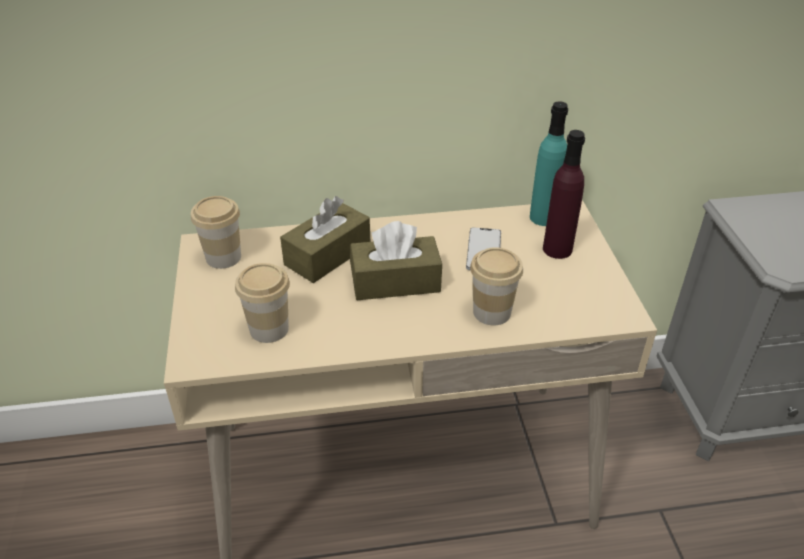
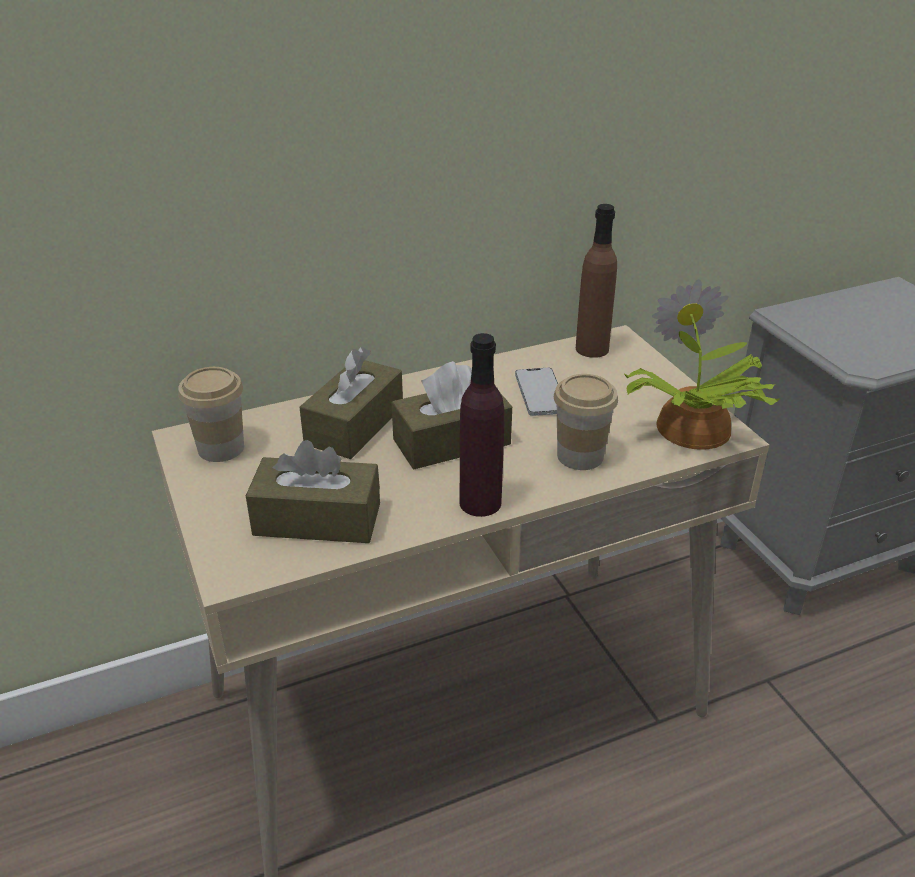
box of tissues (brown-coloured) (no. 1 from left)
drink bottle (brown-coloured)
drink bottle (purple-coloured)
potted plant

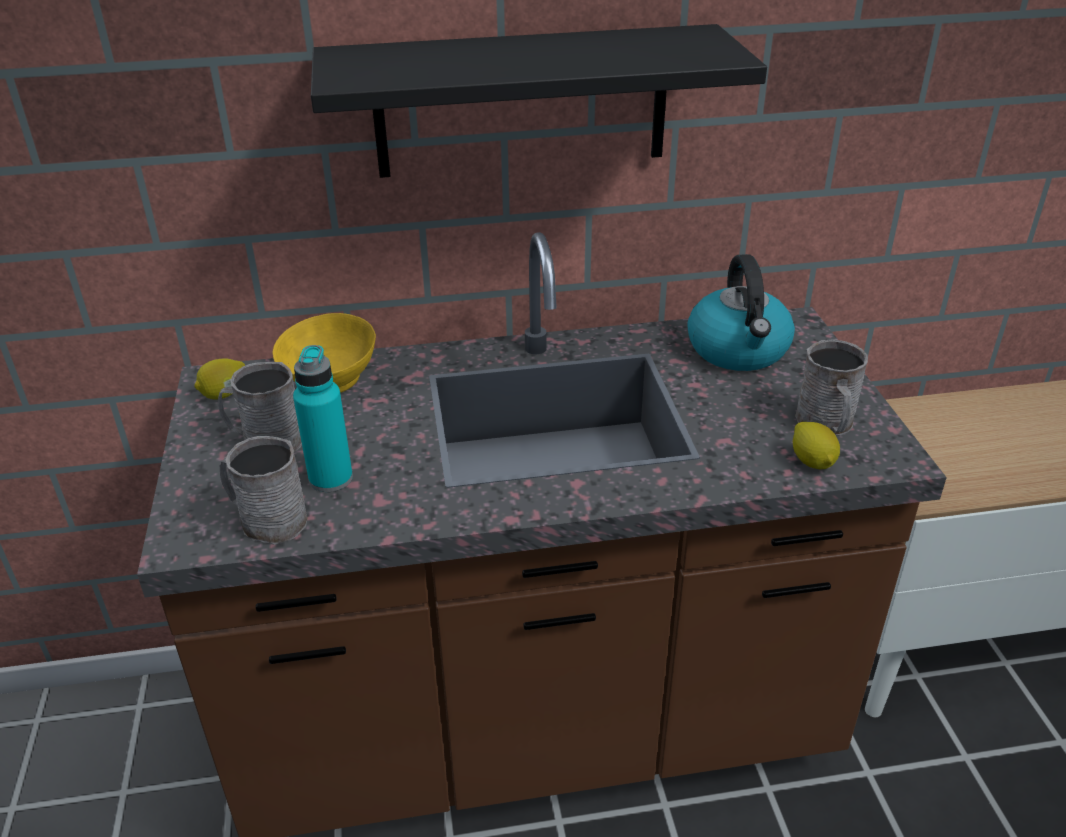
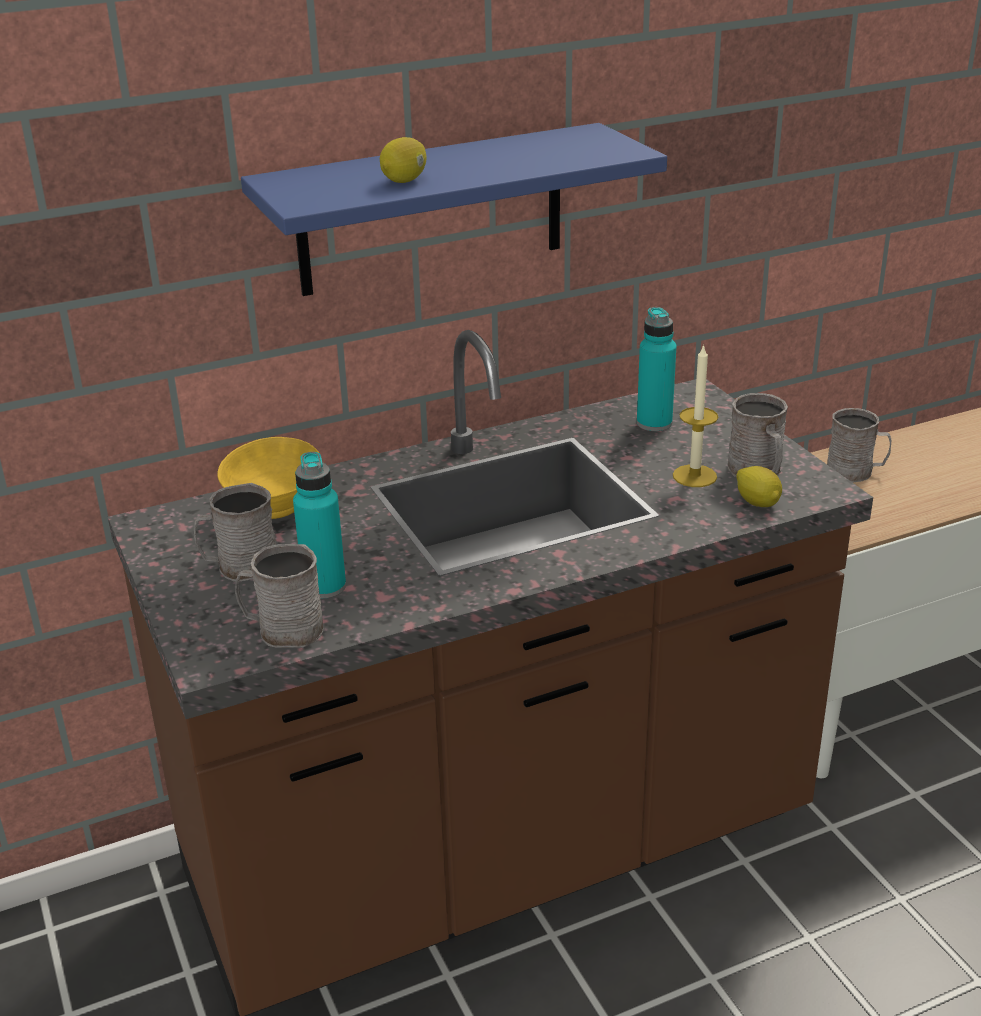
lemon (no. 1 from left)
wall shelf (blue-coloured)
drink bottle (turquoise) (no. 2 from left)
wax light
mug (gray) (no. 4 from left)

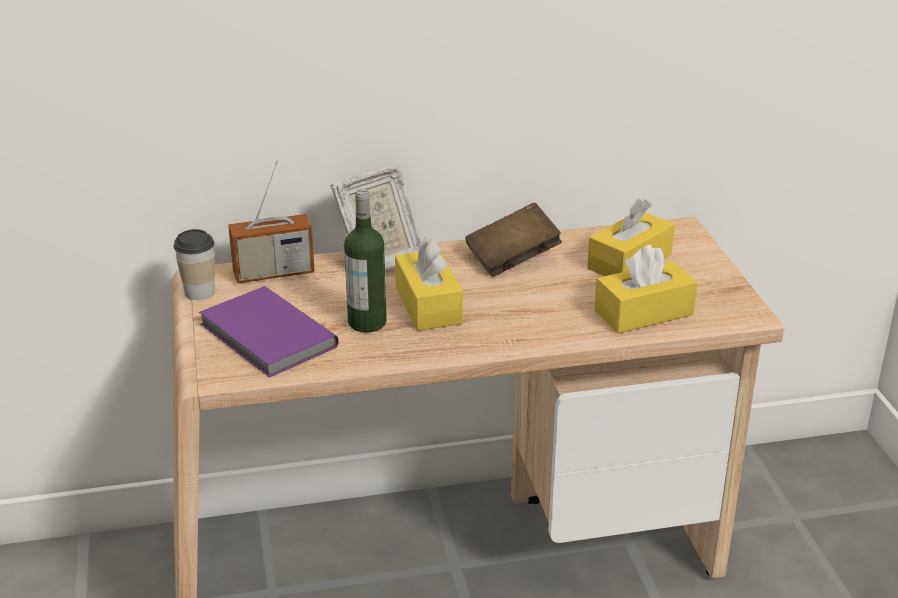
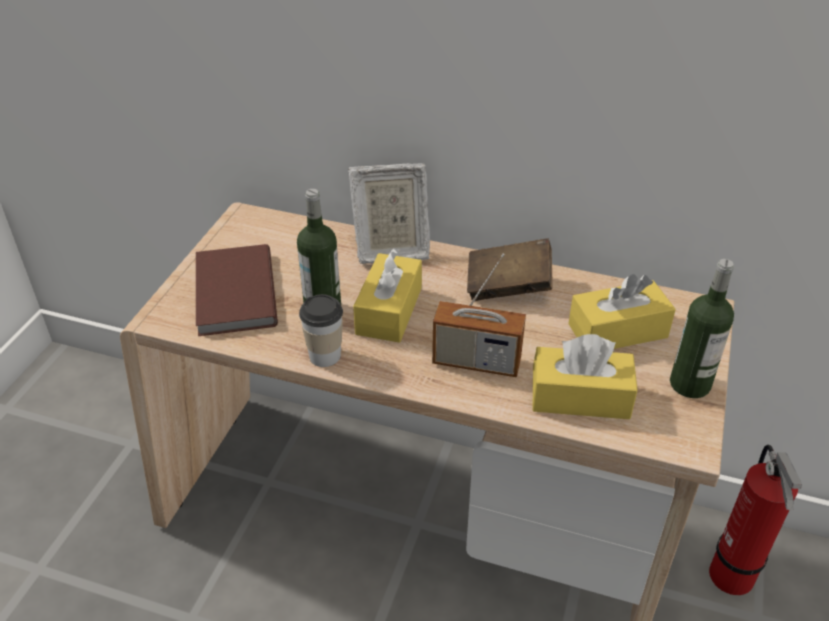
drinking cup
book (brown-coloured) (no. 1 from left)
radio
drink bottle (no. 2 from left)
fire-fighting cylinder

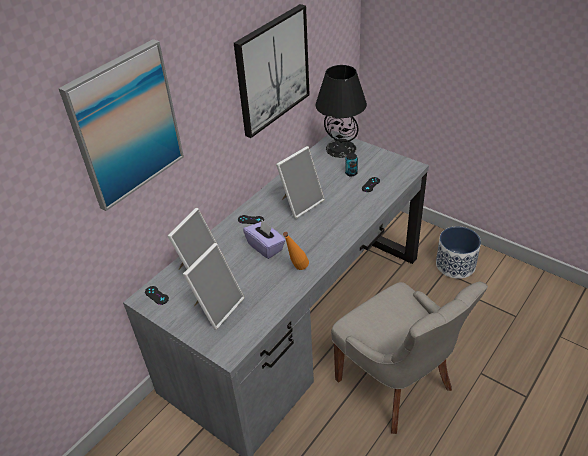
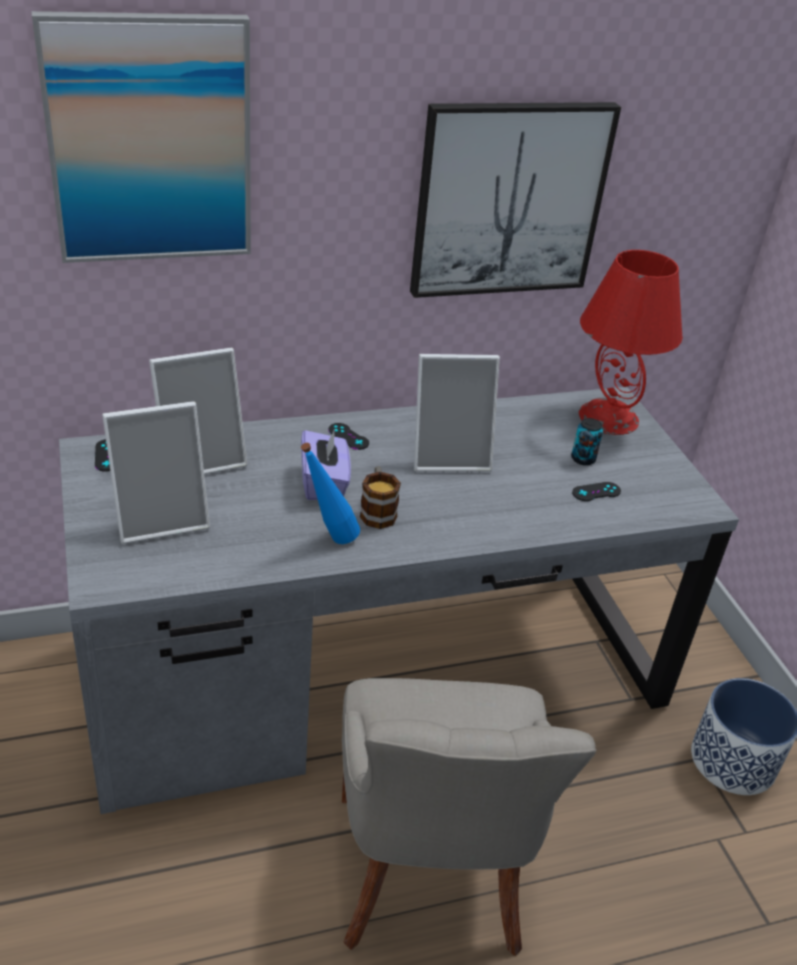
drink bottle (blue-coloured)
table lamp (red)
mug

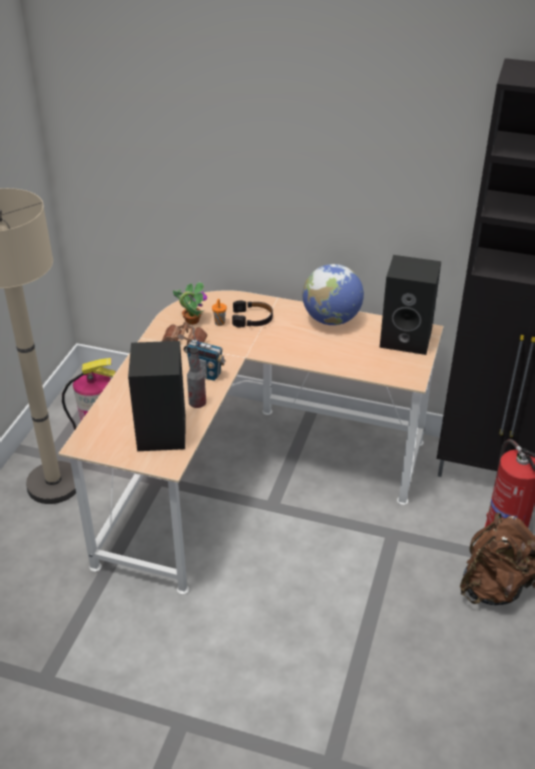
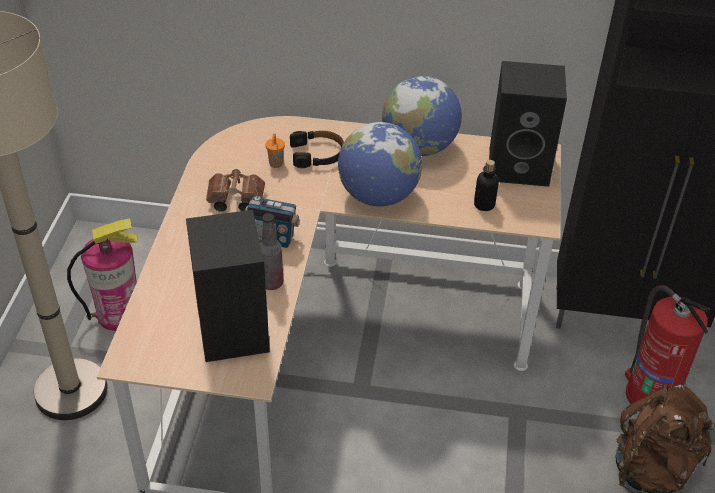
potted plant
desk globe (no. 1 from left)
drink bottle (no. 2 from left)

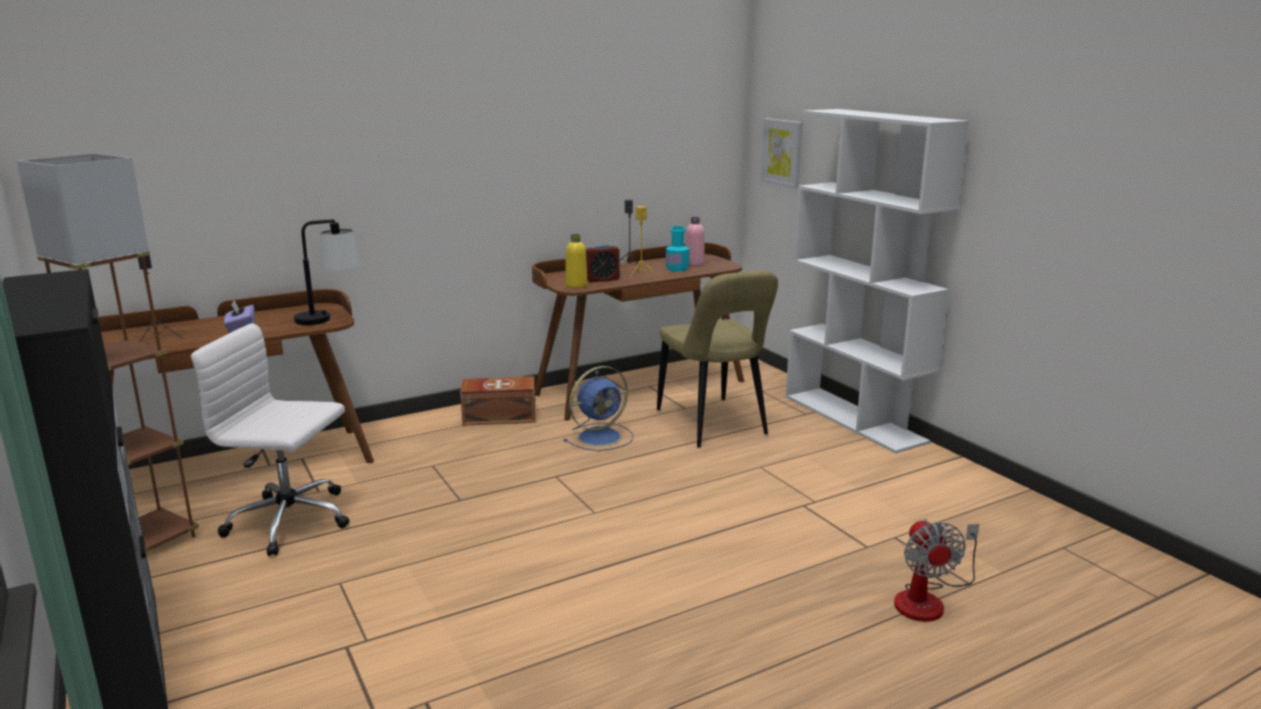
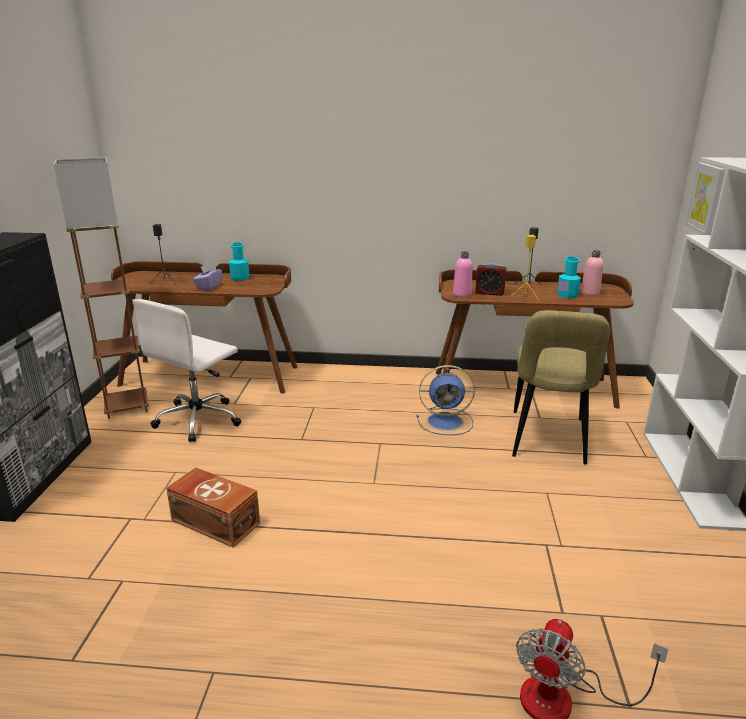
desk chair (white-coloured)
table lamp
storage box (brown-coloured)
drink bottle (pink-coloured) (no. 1 from left)
drink bottle (turquoise) (no. 1 from left)

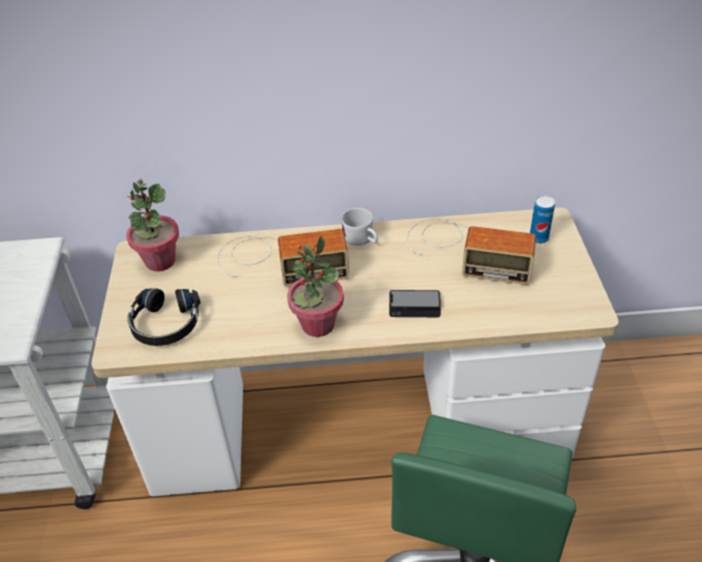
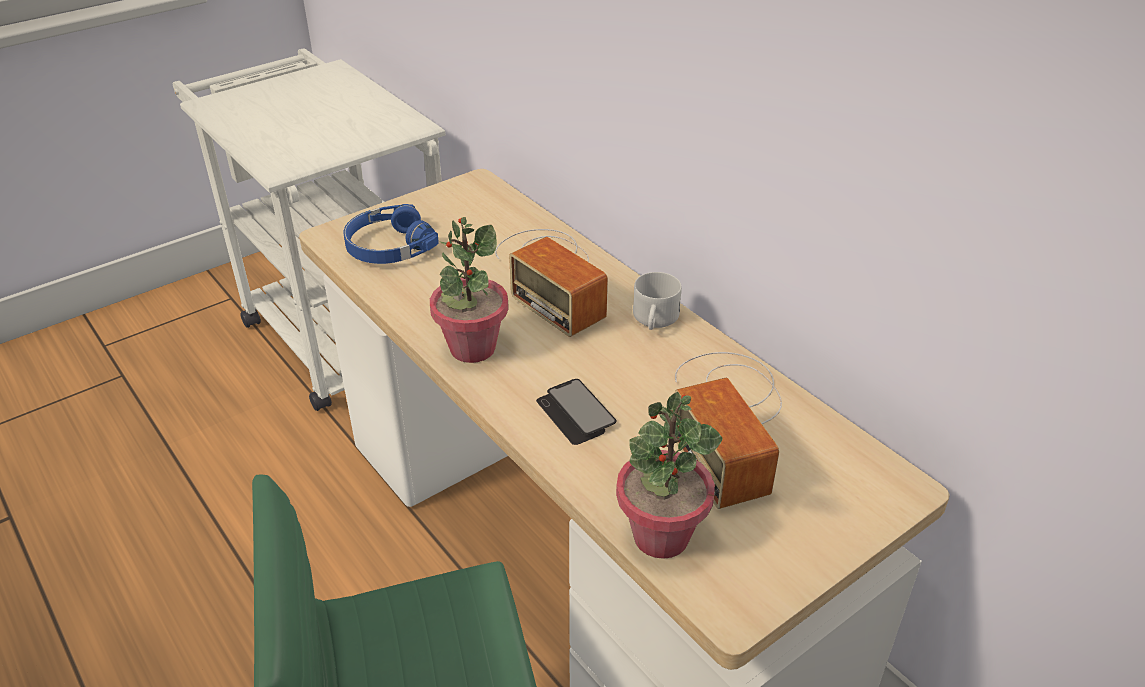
potted plant (no. 2 from left)
headphones (blue-coloured)
sealed can

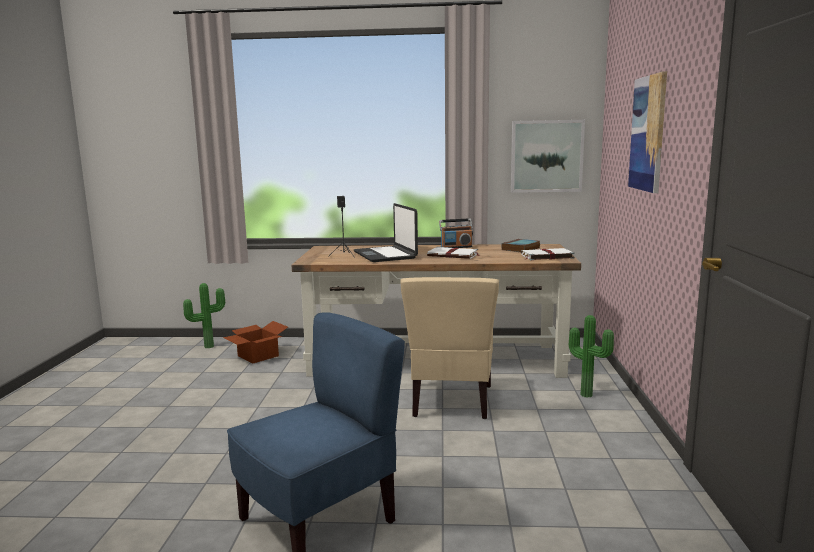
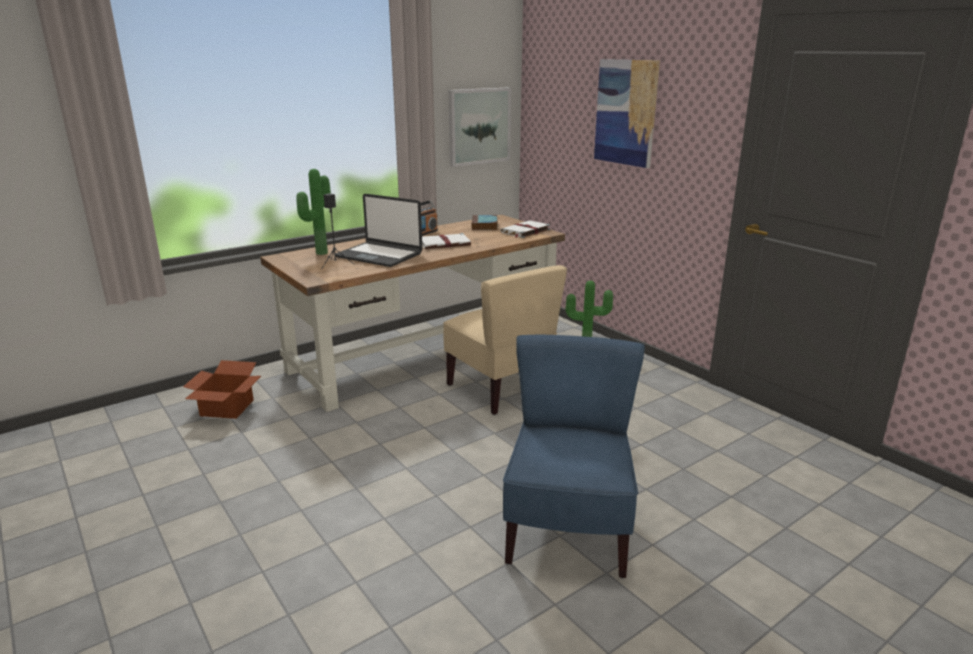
potted plant (no. 1 from left)

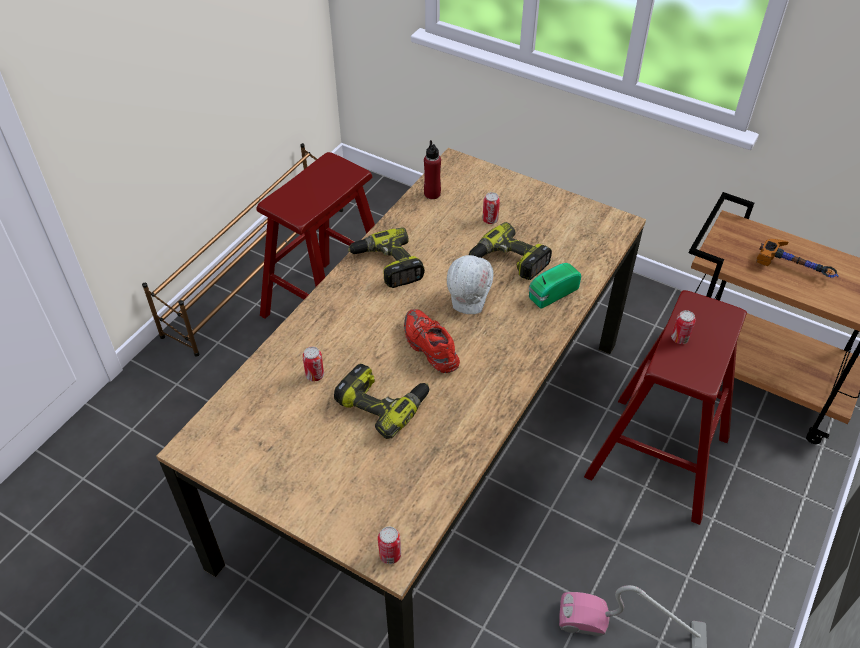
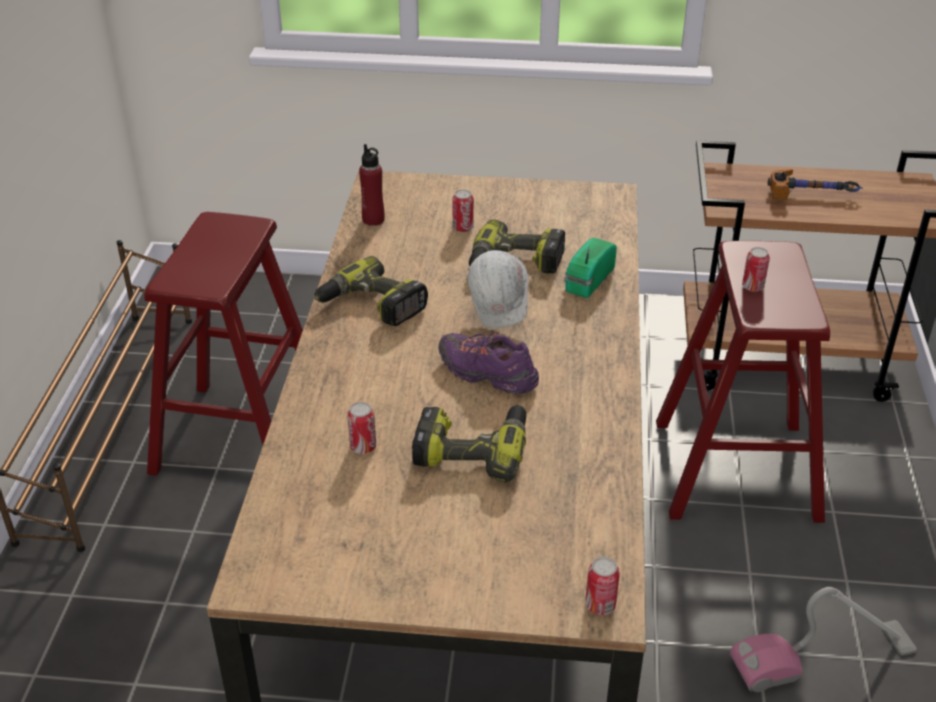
shoe (purple-coloured)

